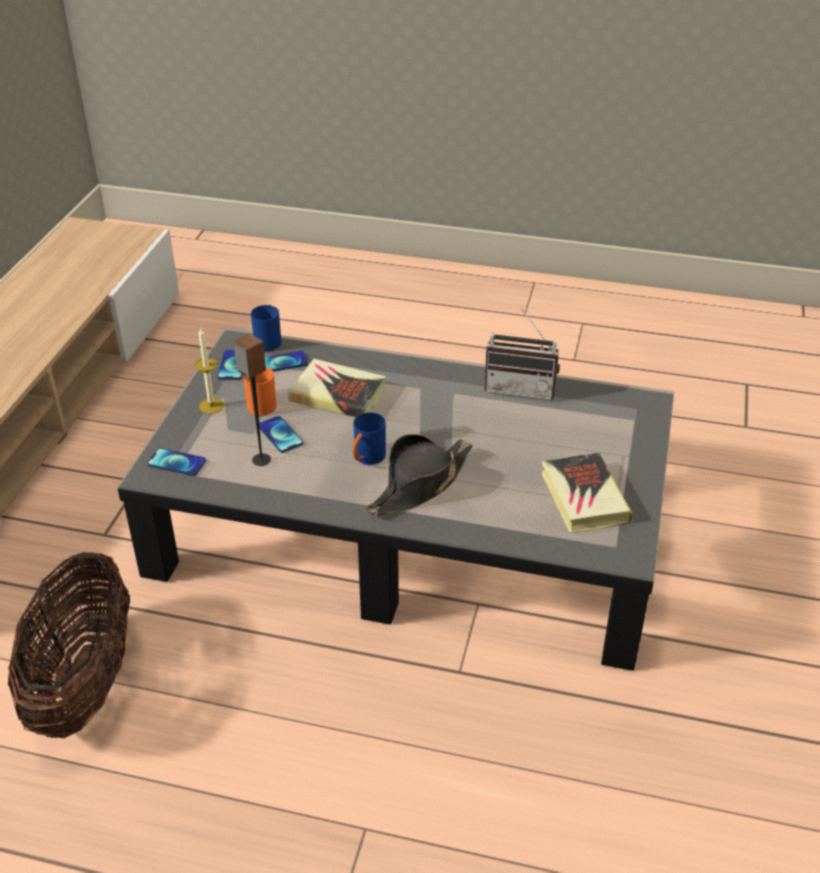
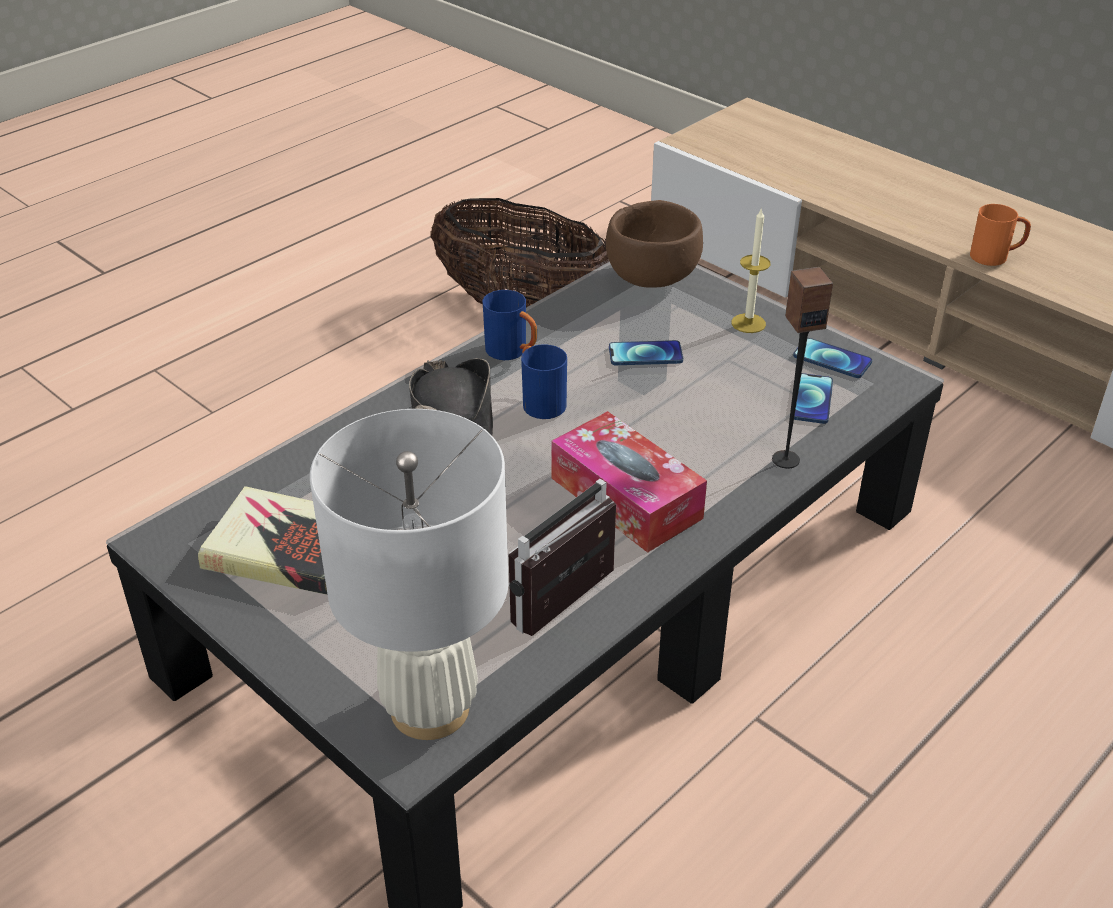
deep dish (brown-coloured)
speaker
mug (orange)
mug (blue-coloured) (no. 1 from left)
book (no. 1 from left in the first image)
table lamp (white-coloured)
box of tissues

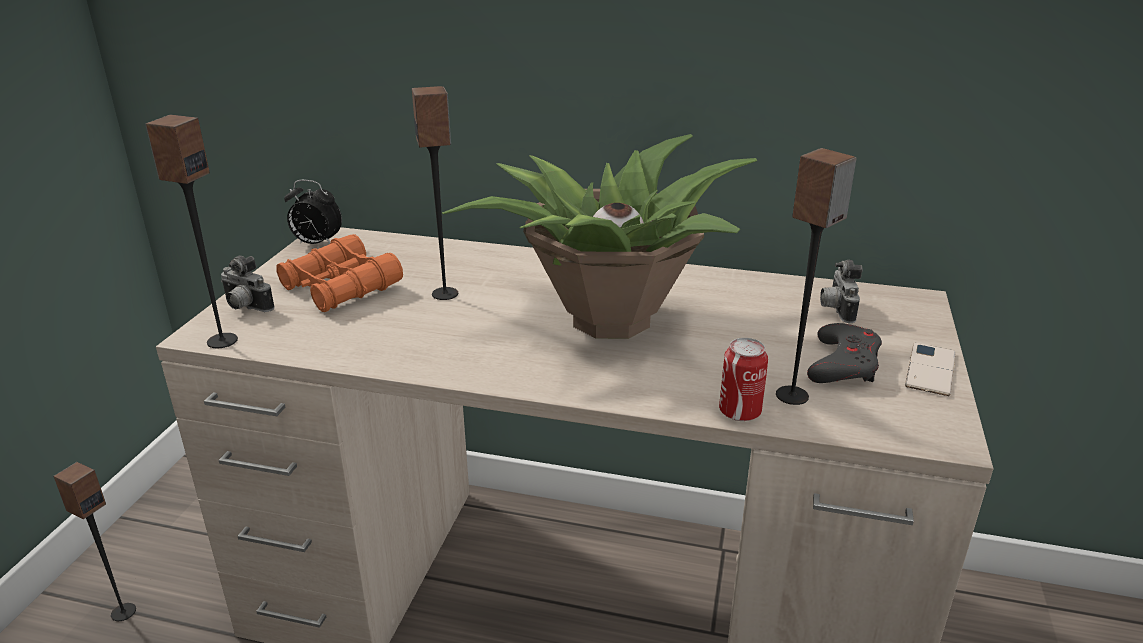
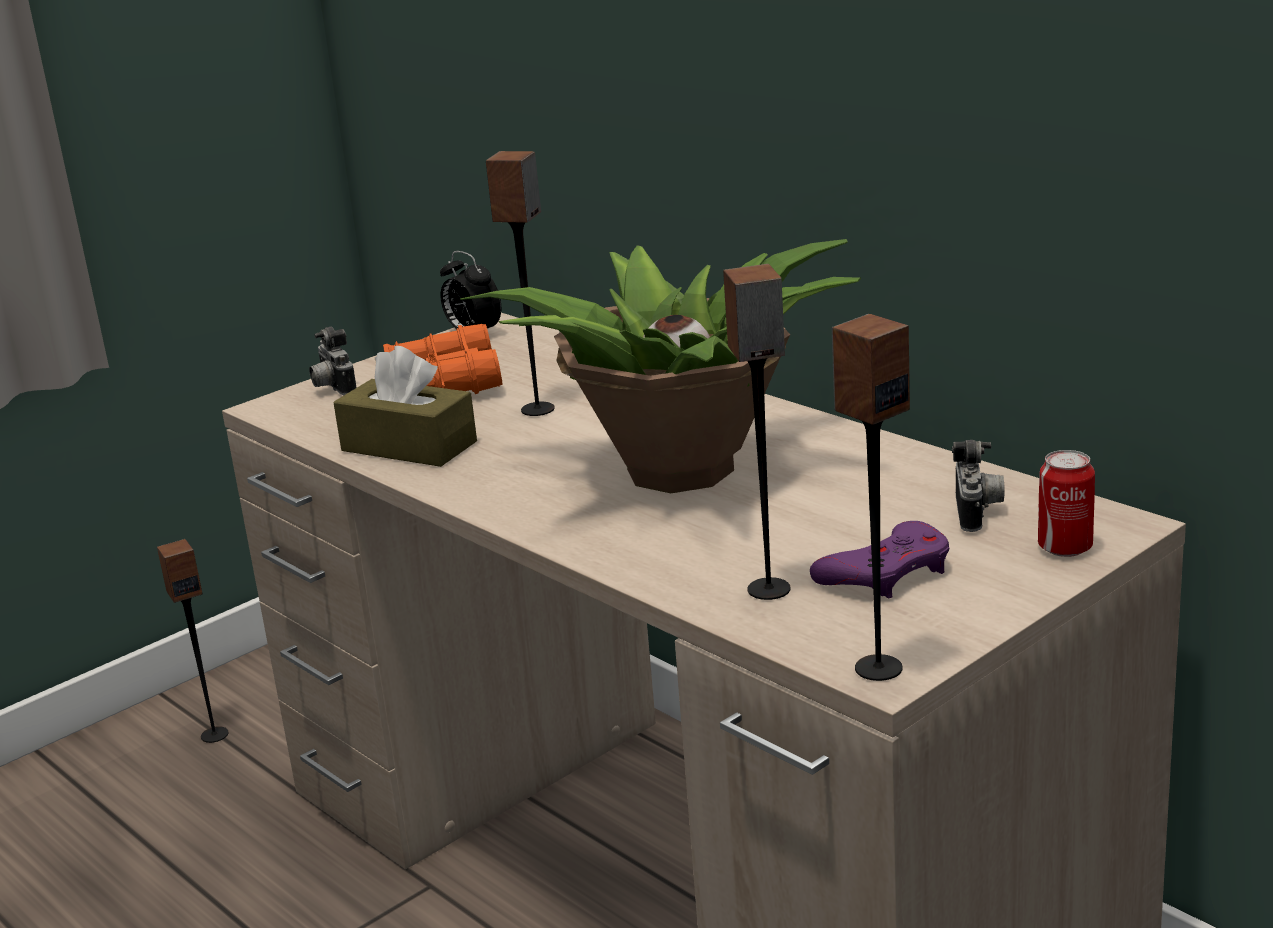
speaker (no. 4 from left)
sealed can
game controller (purple-coloured)
photo camera (no. 2 from left)
handset
box of tissues (brown-coloured)

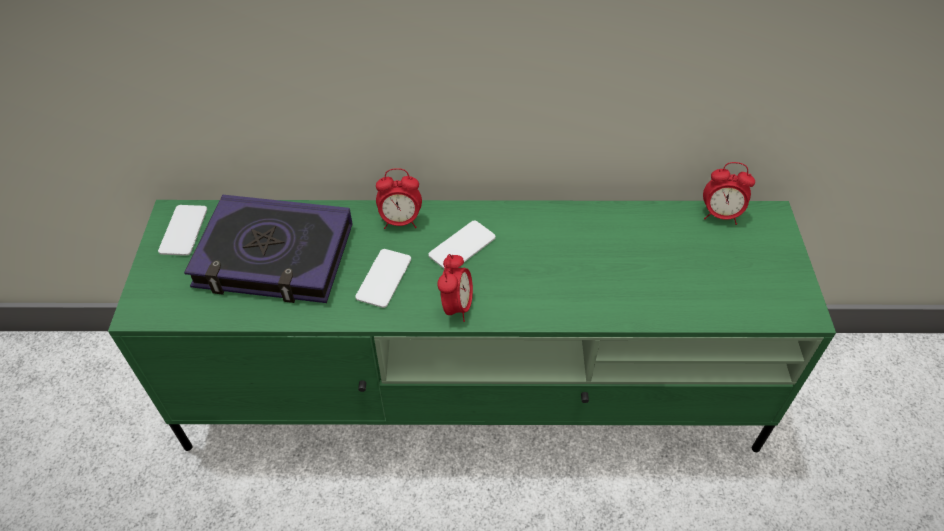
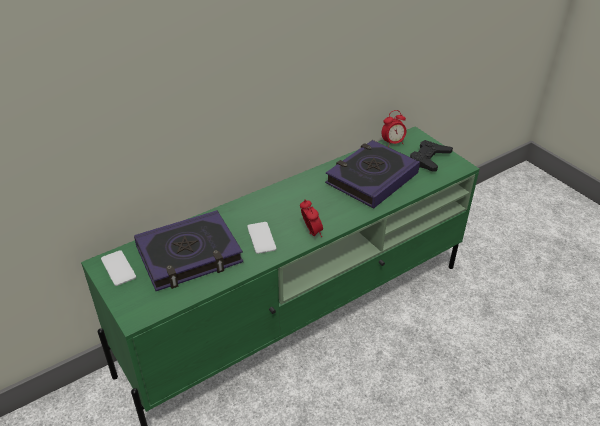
bedside clock (no. 1 from left in the first image)
handset (no. 3 from left in the first image)
book (no. 2 from left)
game controller (black-coloured)

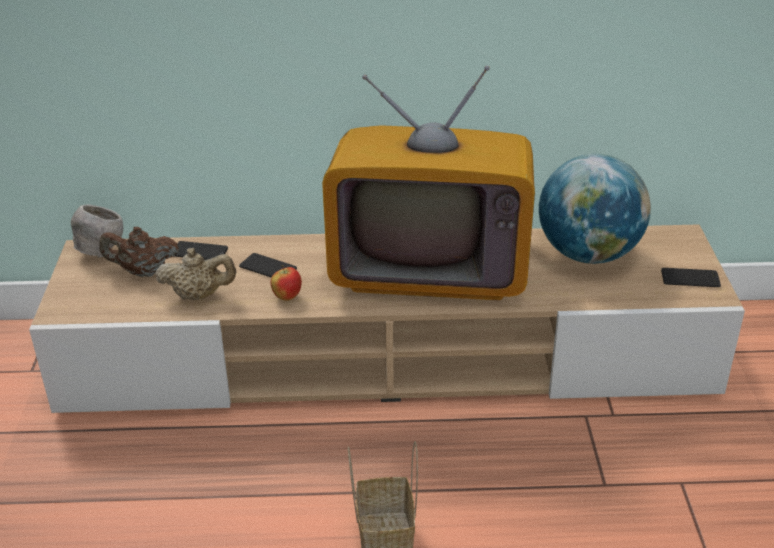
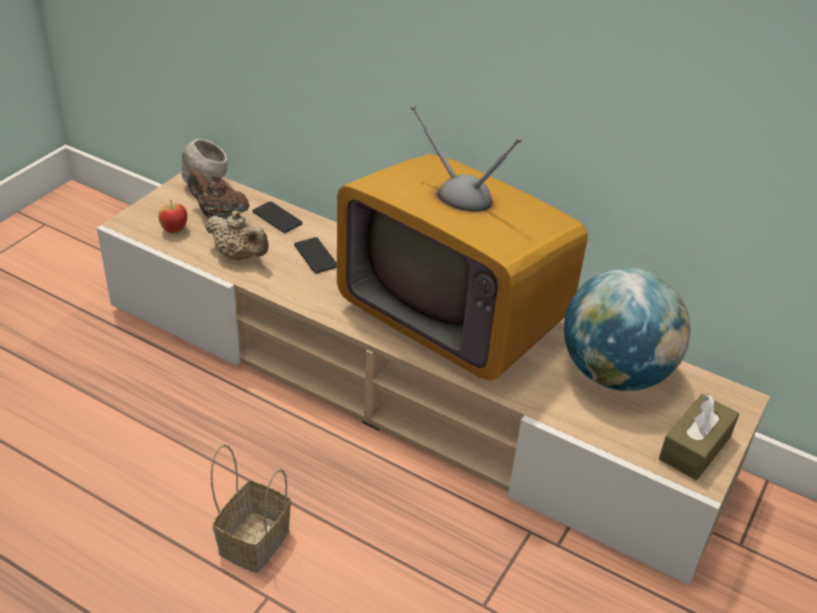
apple fruit
box of tissues (brown-coloured)

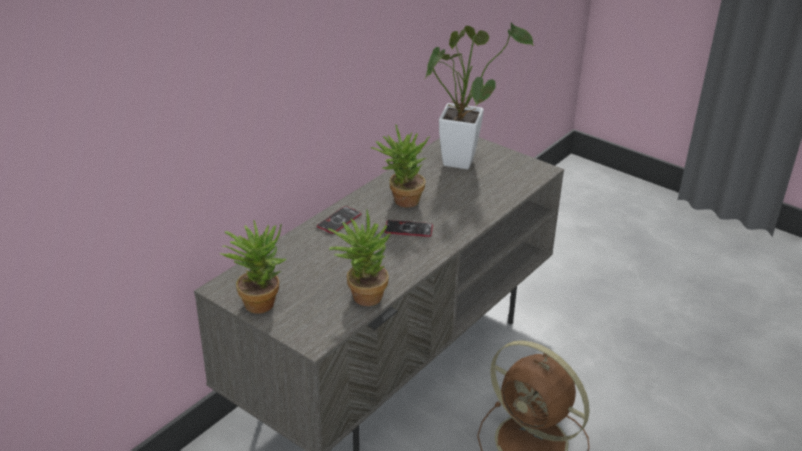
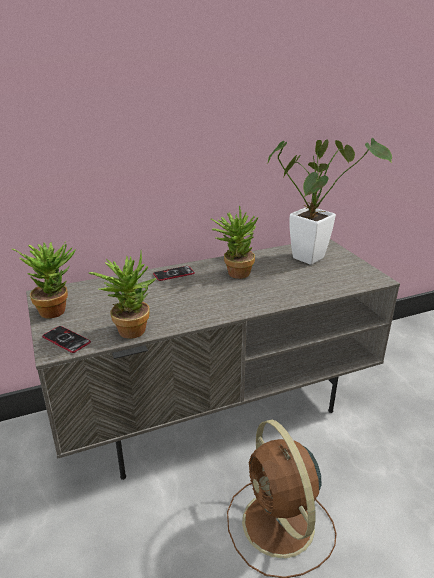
handset (no. 1 from left)

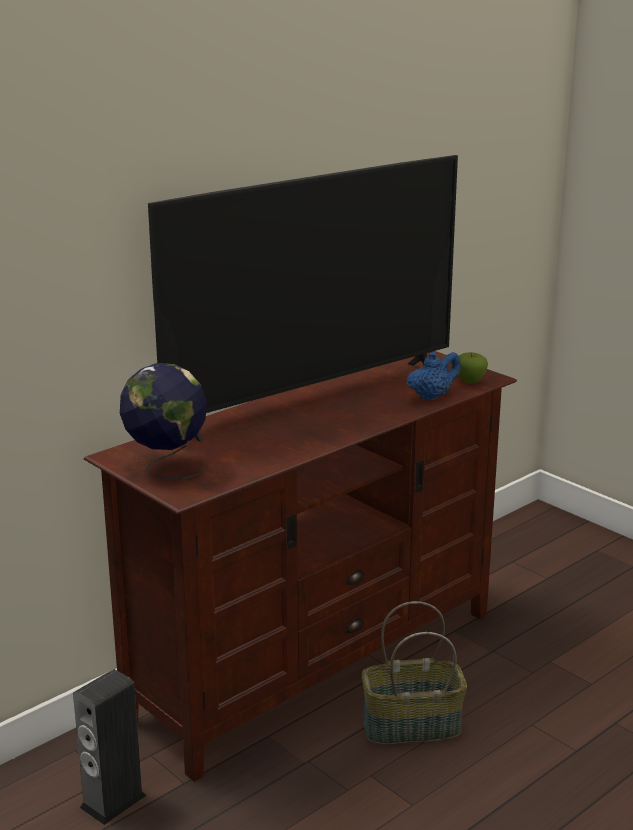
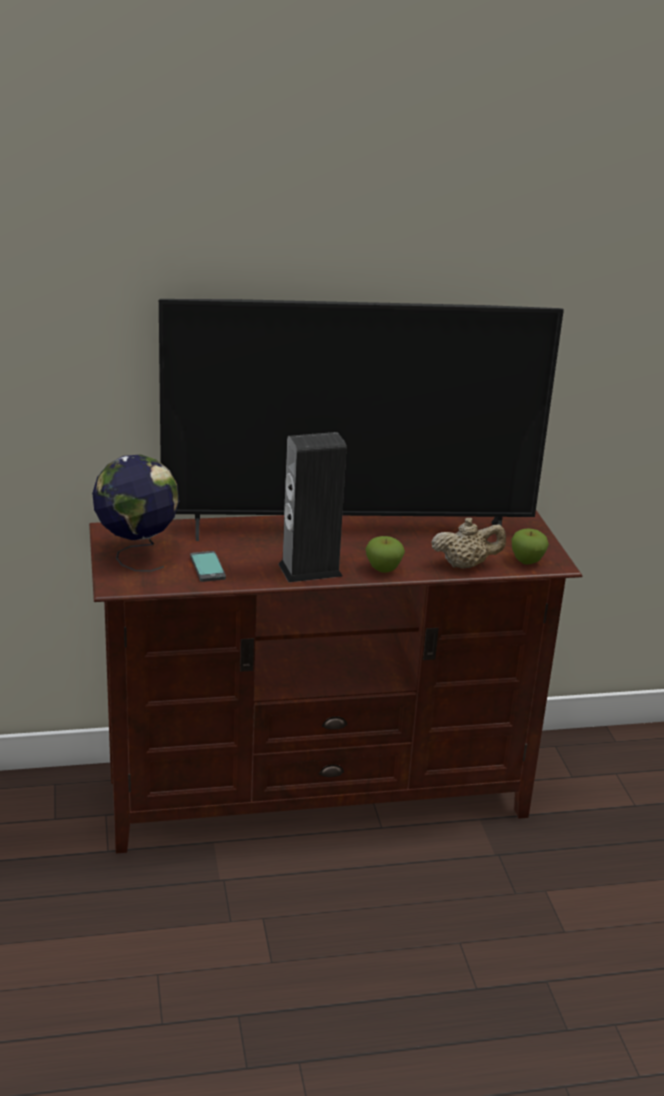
speaker
household basket
tea pot (beige)
handset
apple fruit (no. 1 from left)

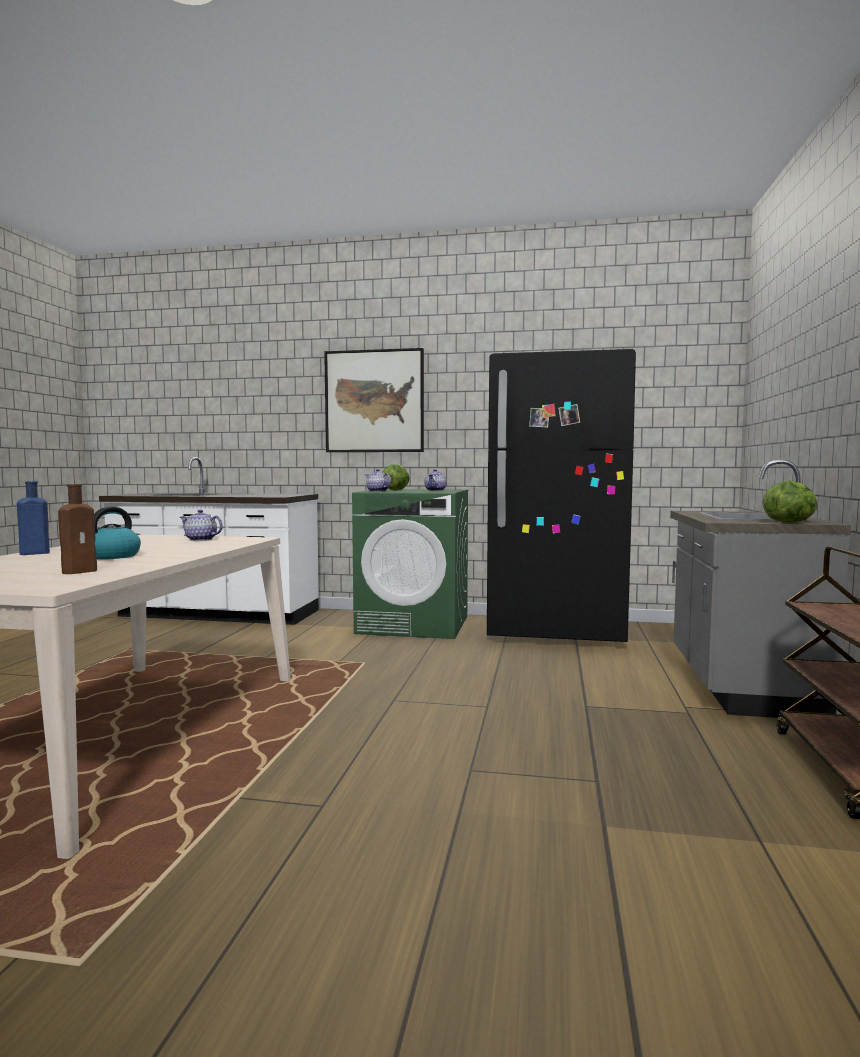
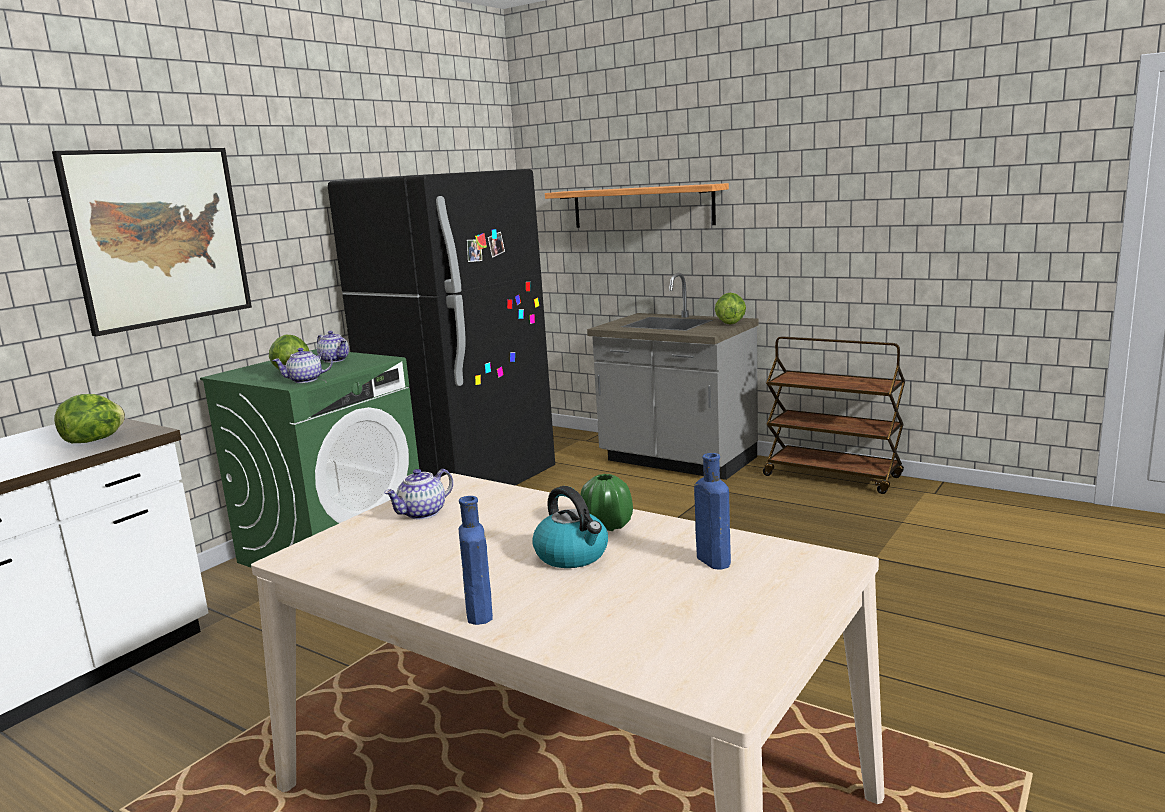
drink bottle (blue-coloured) (no. 2 from left)
head of lettuce (no. 1 from left)
wall shelf
flower vase (green)

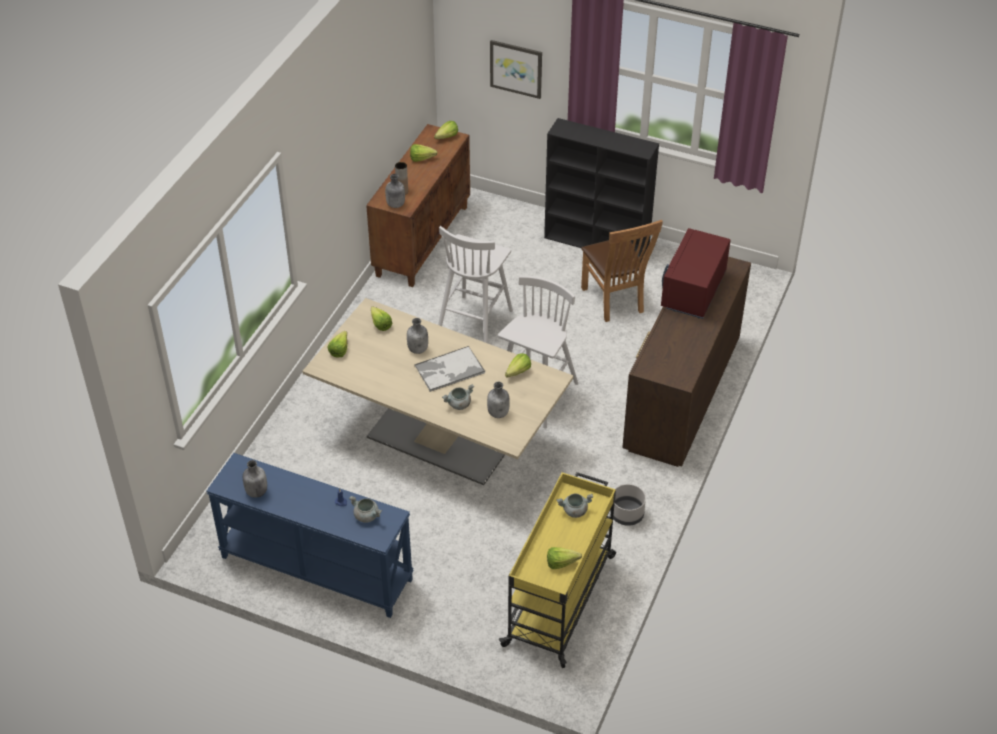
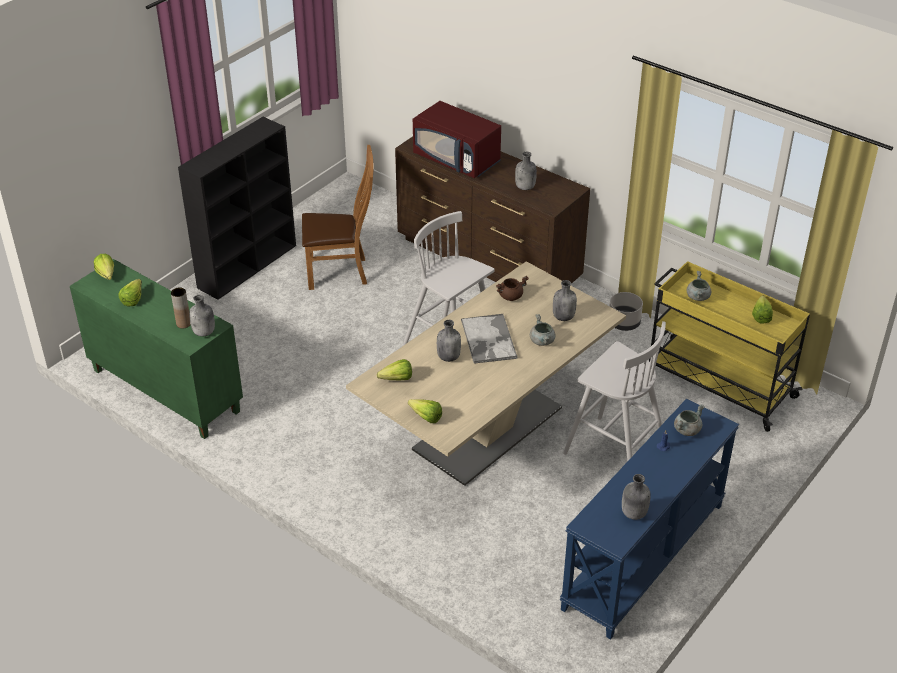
cabinet (green)
sitting stool (white-coloured) (no. 2 from left)
wall art
stockpot (brown-coloured)
drink bottle (gray) (no. 3 from left)

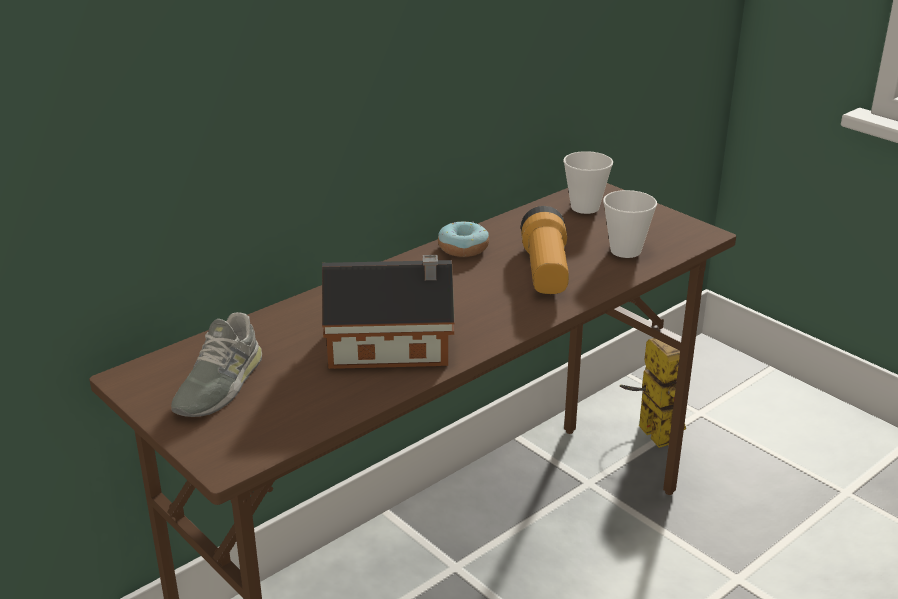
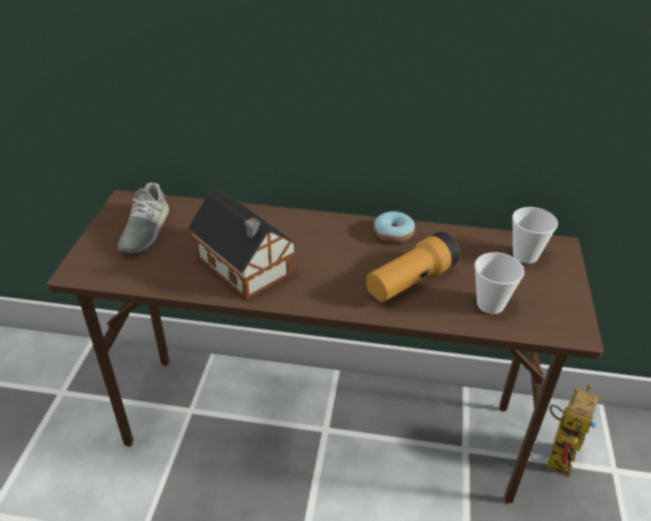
shoe (gray)

